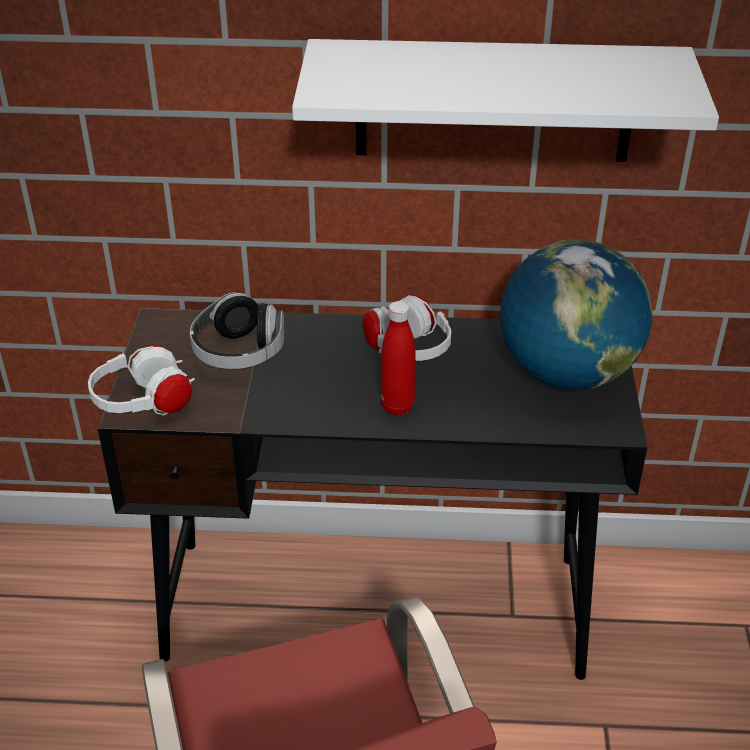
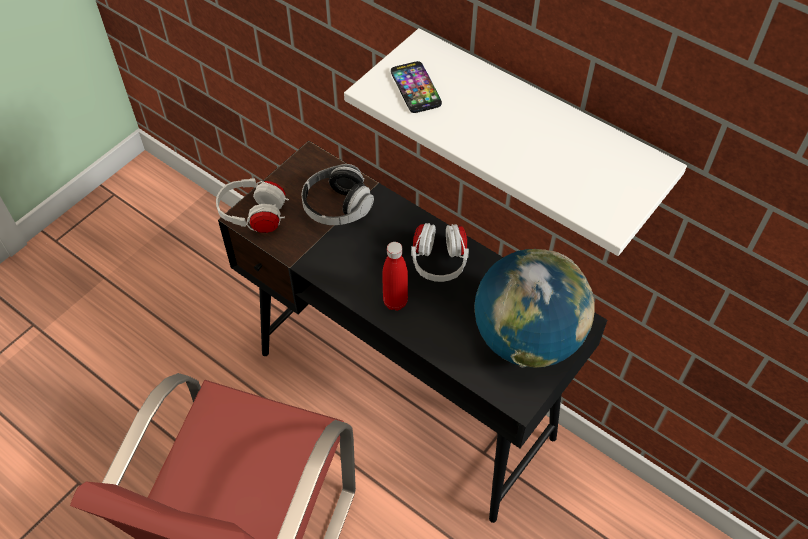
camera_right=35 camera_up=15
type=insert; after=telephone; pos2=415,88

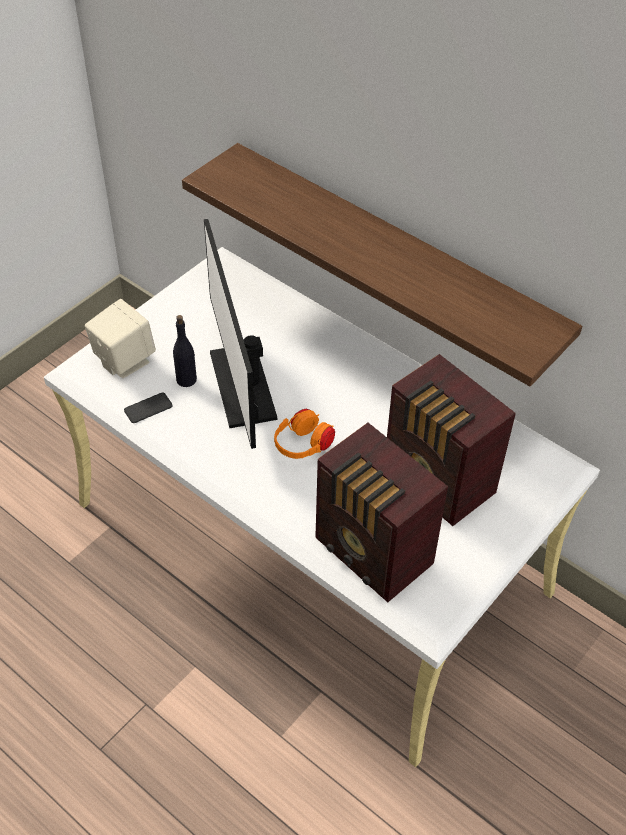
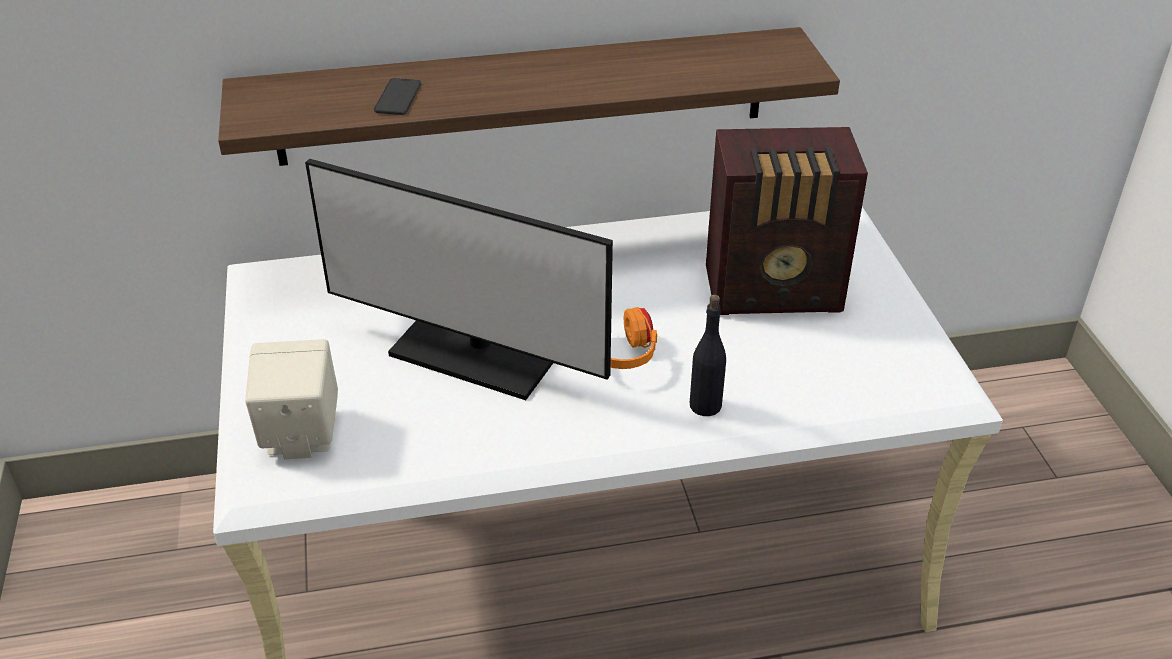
camera_right=-50 camera_up=-10
type=move; before=telephone; pos1=148,408; pos2=398,97
type=move; before=bottle (black); pos1=186,379; pos2=705,405
type=delete; before=radio receiver; pos1=374,554

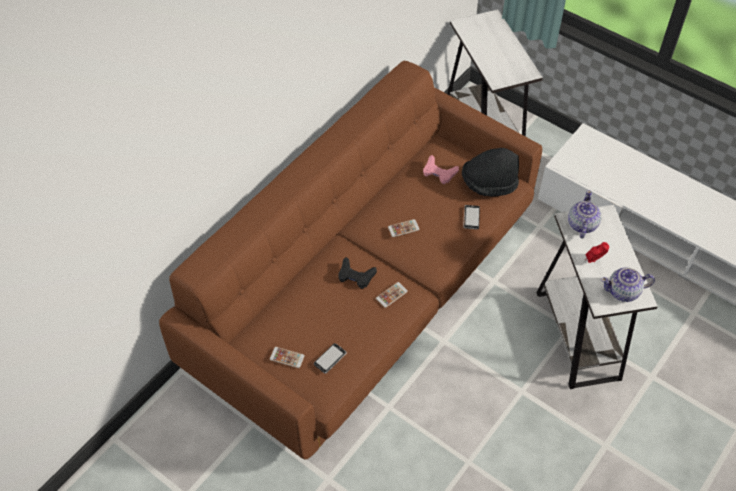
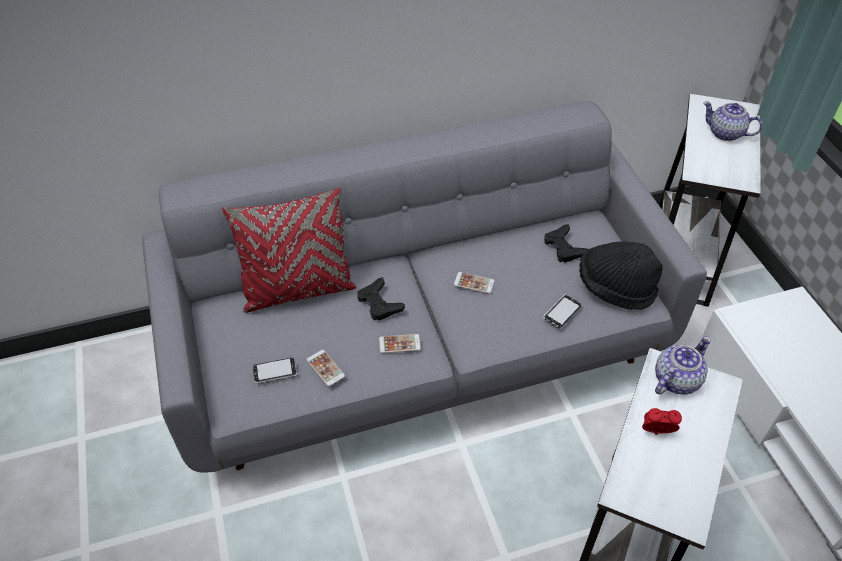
camera_right=35 camera_up=-5
type=recolor; before=sofa (brown); after=sofa (grey); pos1=367,293; pos2=421,347
type=insert; after=cushion (red); pos2=298,290
type=move; before=telephone; pos1=287,357; pos2=325,368
type=recolor; before=joypad (pink-coloured); after=joypad (black); pos1=439,172; pos2=564,247
type=move; before=teapot; pos1=623,292; pos2=726,134

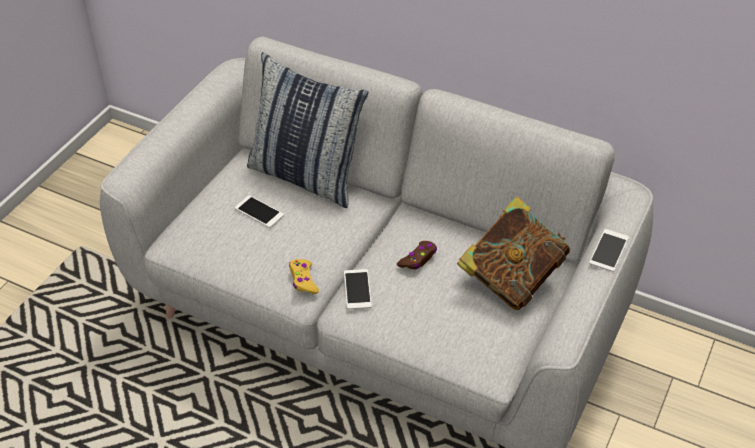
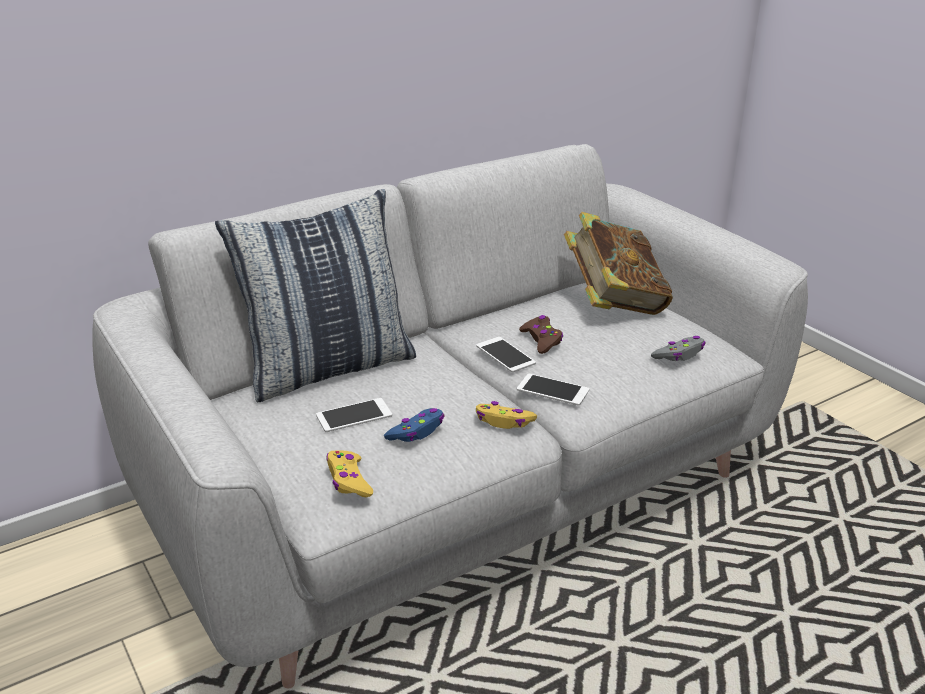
camera_right=-60 camera_up=-15
type=insert; after=joypad (yellowish); pos2=349,480
type=insert; after=joypad (blue); pos2=417,432
type=move; before=telephone; pos1=609,250; pos2=505,355
type=insert; after=joypad (grey); pos2=679,355

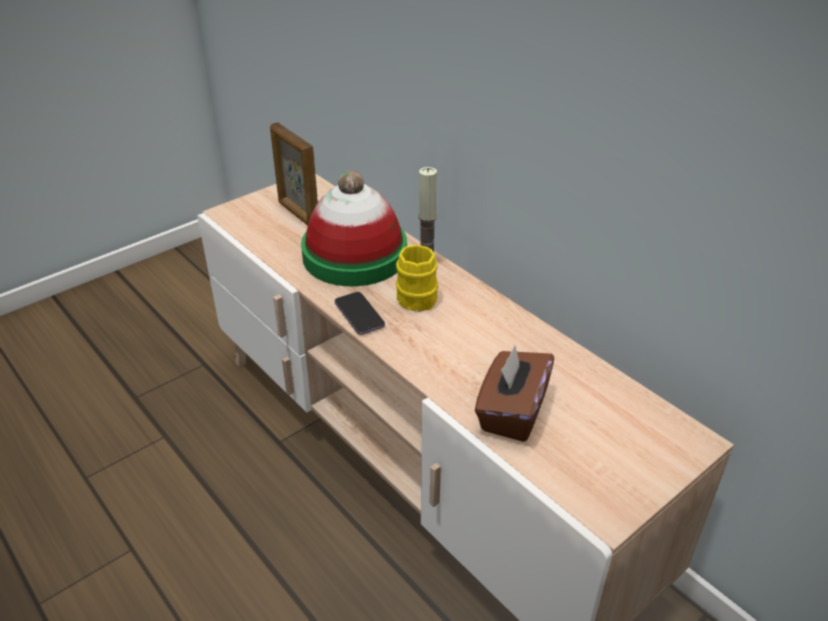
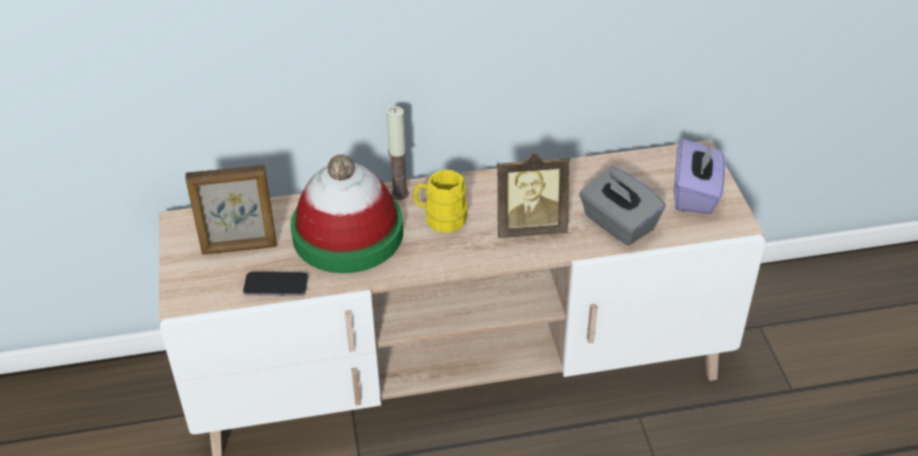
camera_right=-60 camera_up=5
type=move; before=telephone; pos1=359,315; pos2=276,286
type=insert; after=photo frame; pos2=530,227
type=recolor; before=tissue box (brown); after=tissue box (grey); pos1=511,412; pos2=618,224
type=insert; after=tissue box (purplish); pos2=695,194

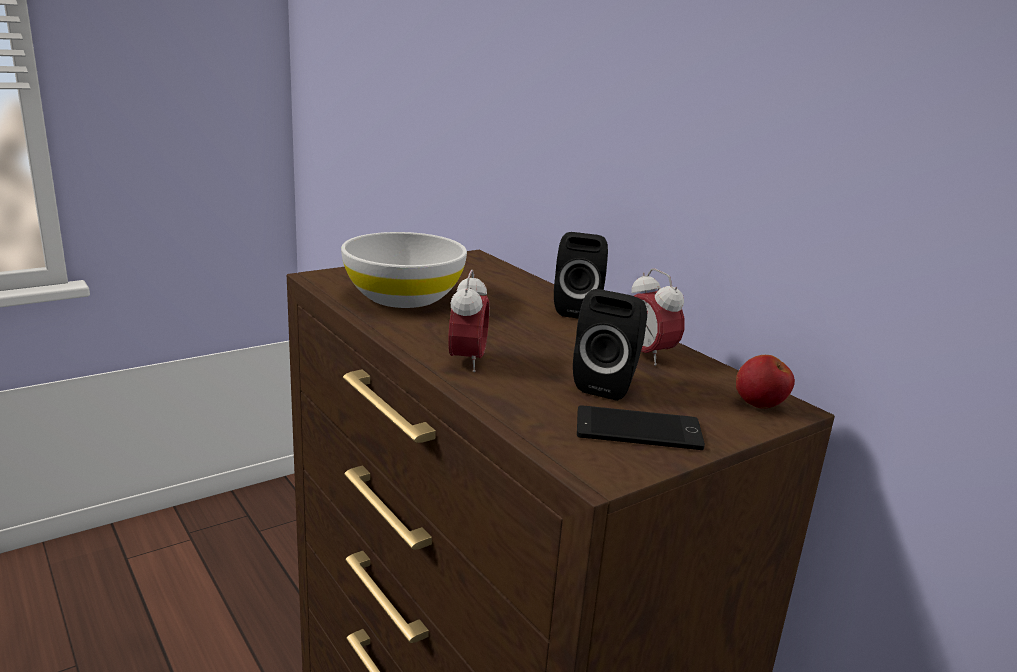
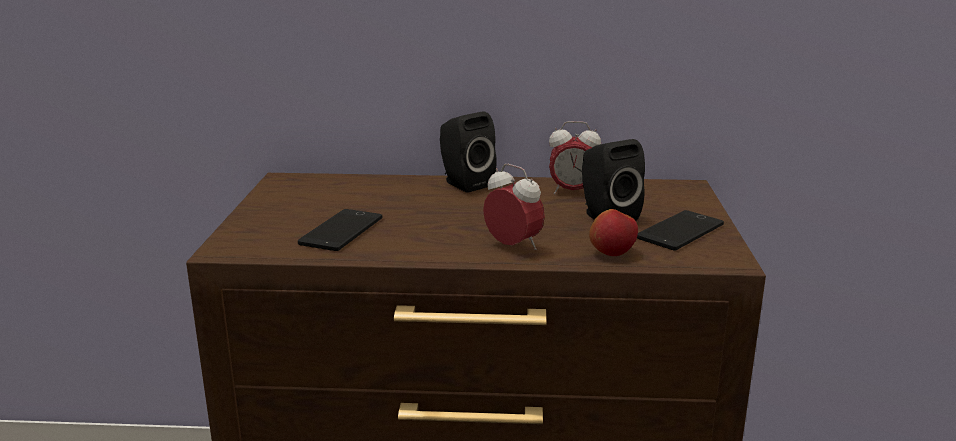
camera_right=-50 camera_up=0
type=replace; before=serving bowl (white); after=telephone; pos1=403,297; pos2=341,231
type=move; before=apple; pos1=759,405; pos2=612,253

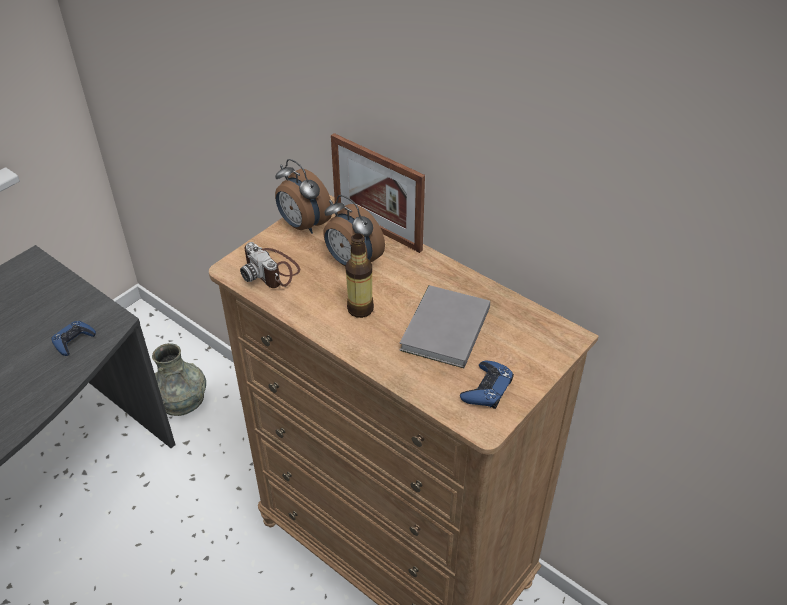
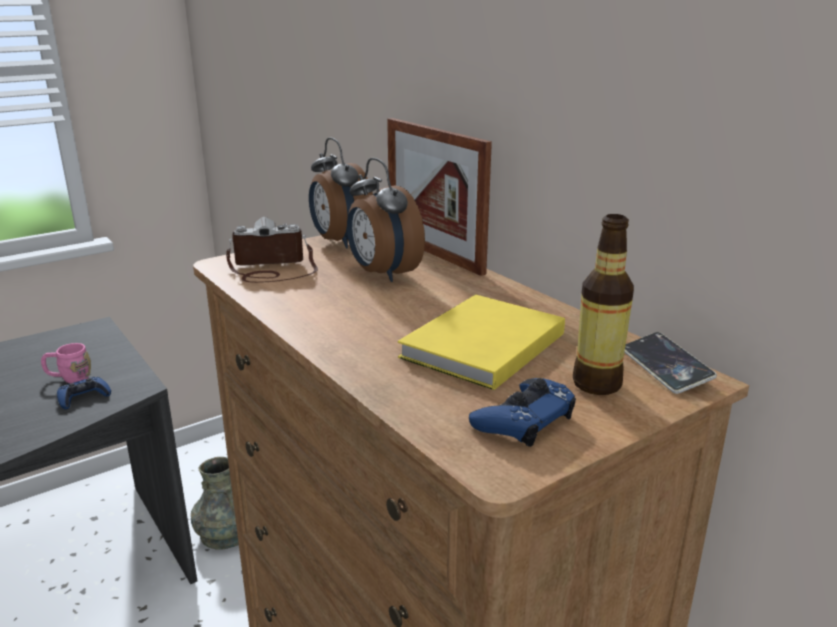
camera_right=15 camera_up=-20
type=insert; after=mug (pink-coloured); pos2=69,378
type=rotate; before=photo camera; pos1=272,270; pos2=272,270; turn=105
type=recolor; before=bound book (grey); after=bound book (yellowish); pos1=443,330; pos2=479,346
type=move; before=bottle; pos1=360,309; pos2=596,384
type=insert; after=telephone; pos2=665,368

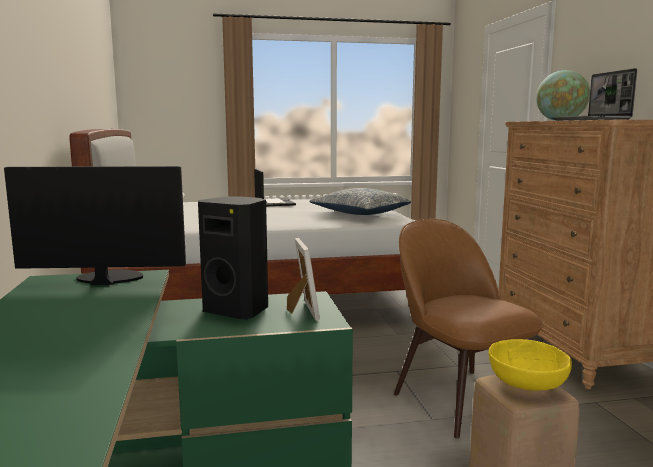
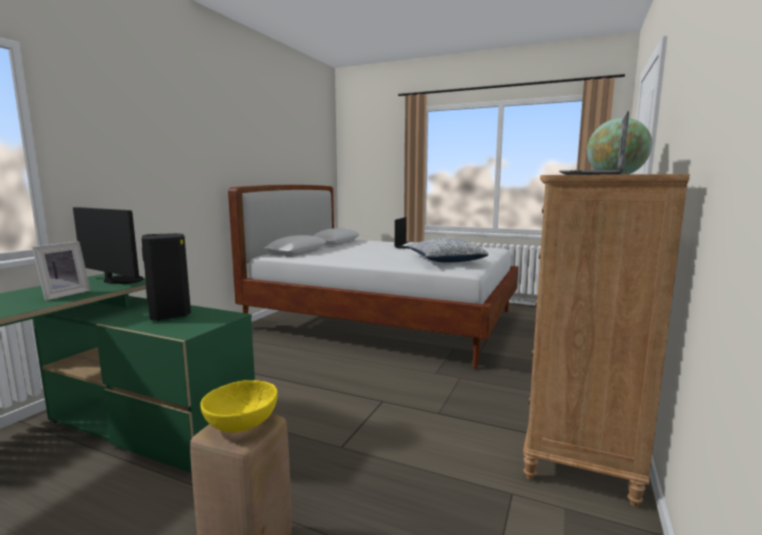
camera_right=35 camera_up=0
type=move; before=photo frame; pos1=301,311; pos2=63,294
type=delete; before=plain chair (brown); pos1=460,398

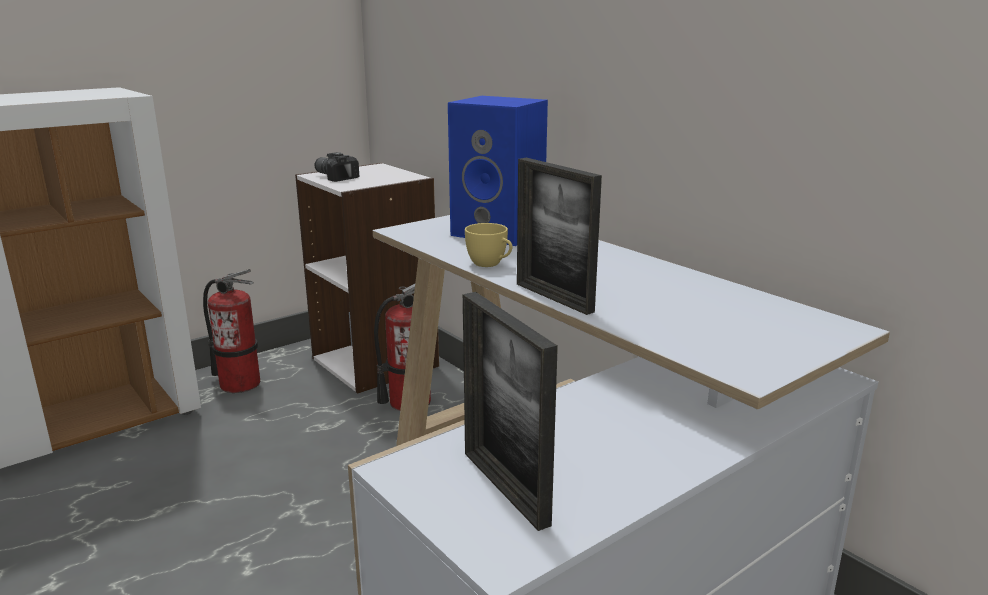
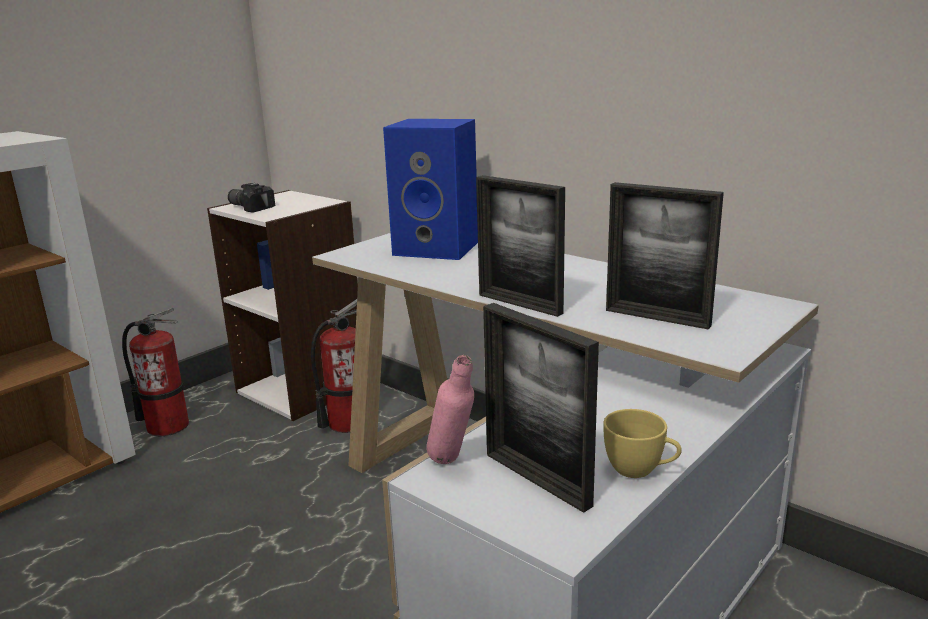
camera_right=-10 camera_up=0
type=insert; after=bottle (pink-coloured); pos2=453,465
type=move; before=cup (yellowish); pos1=490,264; pos2=640,470
type=insert; after=photo frame; pos2=657,318

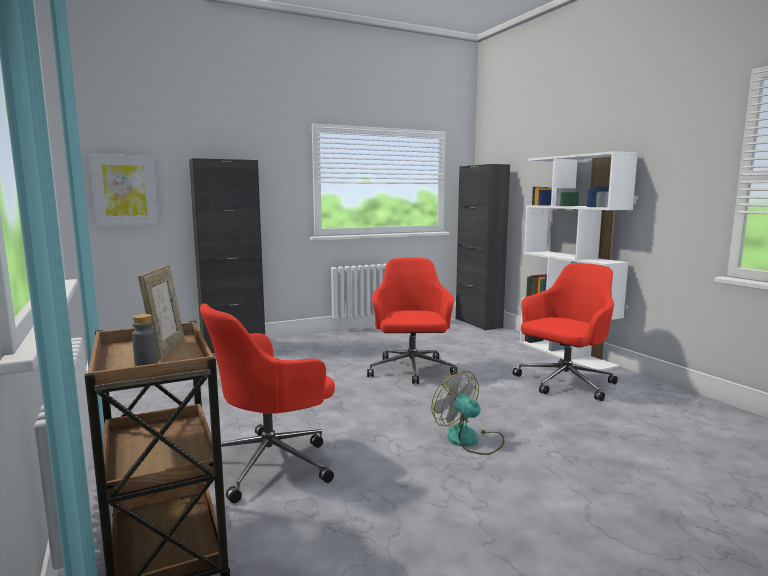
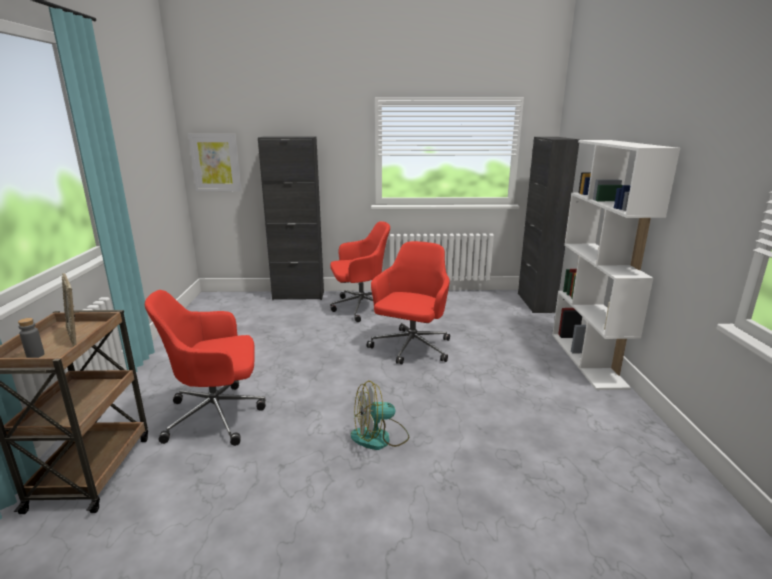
camera_right=25 camera_up=10
type=rotate; before=photo frame; pos1=166,350; pos2=76,337; turn=120
type=move; before=desk chair (red); pos1=564,383; pos2=360,308
type=rotate; before=fan; pos1=470,440; pos2=380,437; turn=-90

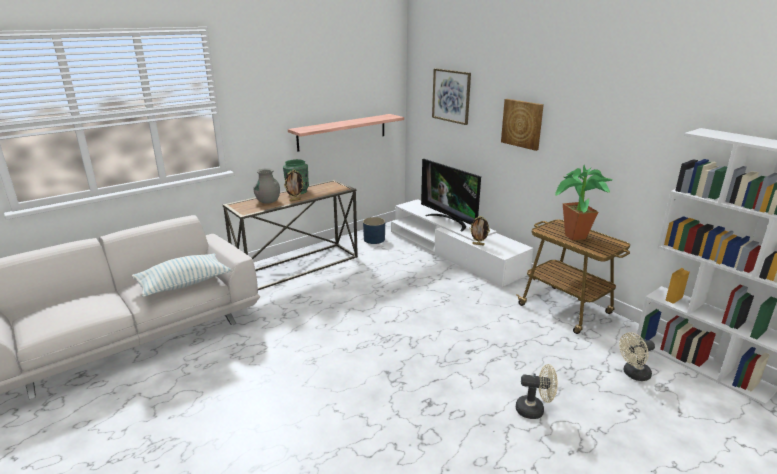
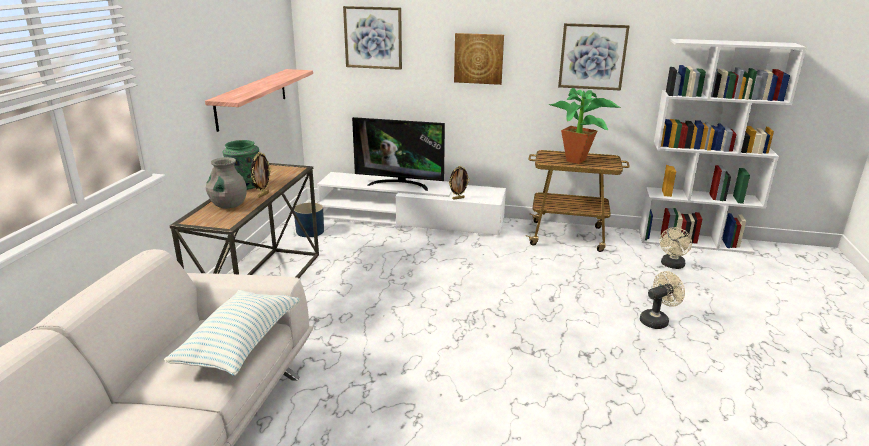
camera_right=-40 camera_up=0
type=insert; after=wall art; pos2=592,56

